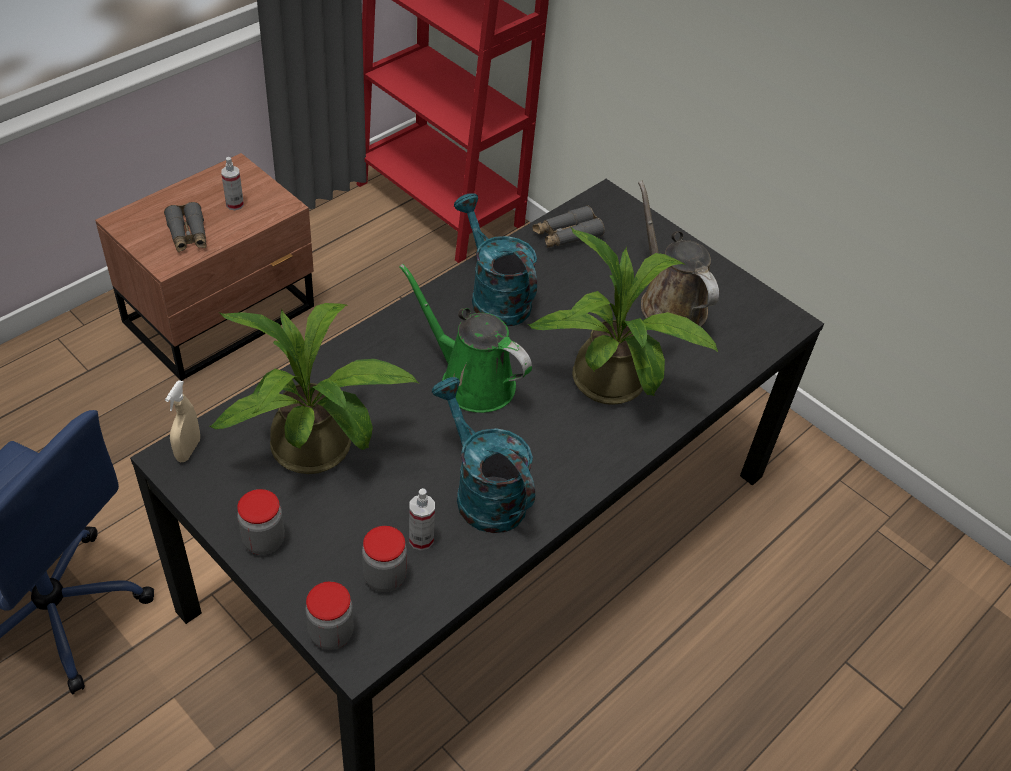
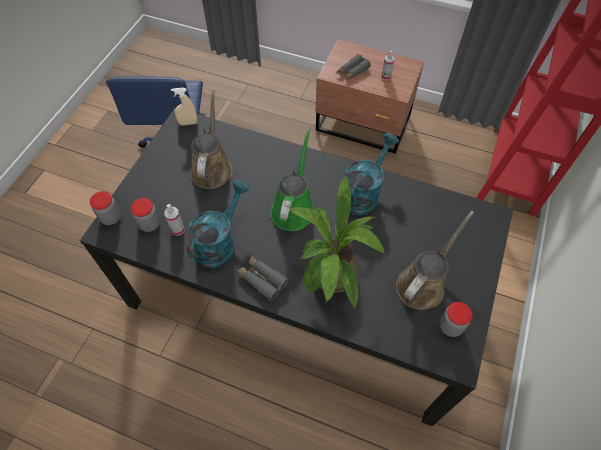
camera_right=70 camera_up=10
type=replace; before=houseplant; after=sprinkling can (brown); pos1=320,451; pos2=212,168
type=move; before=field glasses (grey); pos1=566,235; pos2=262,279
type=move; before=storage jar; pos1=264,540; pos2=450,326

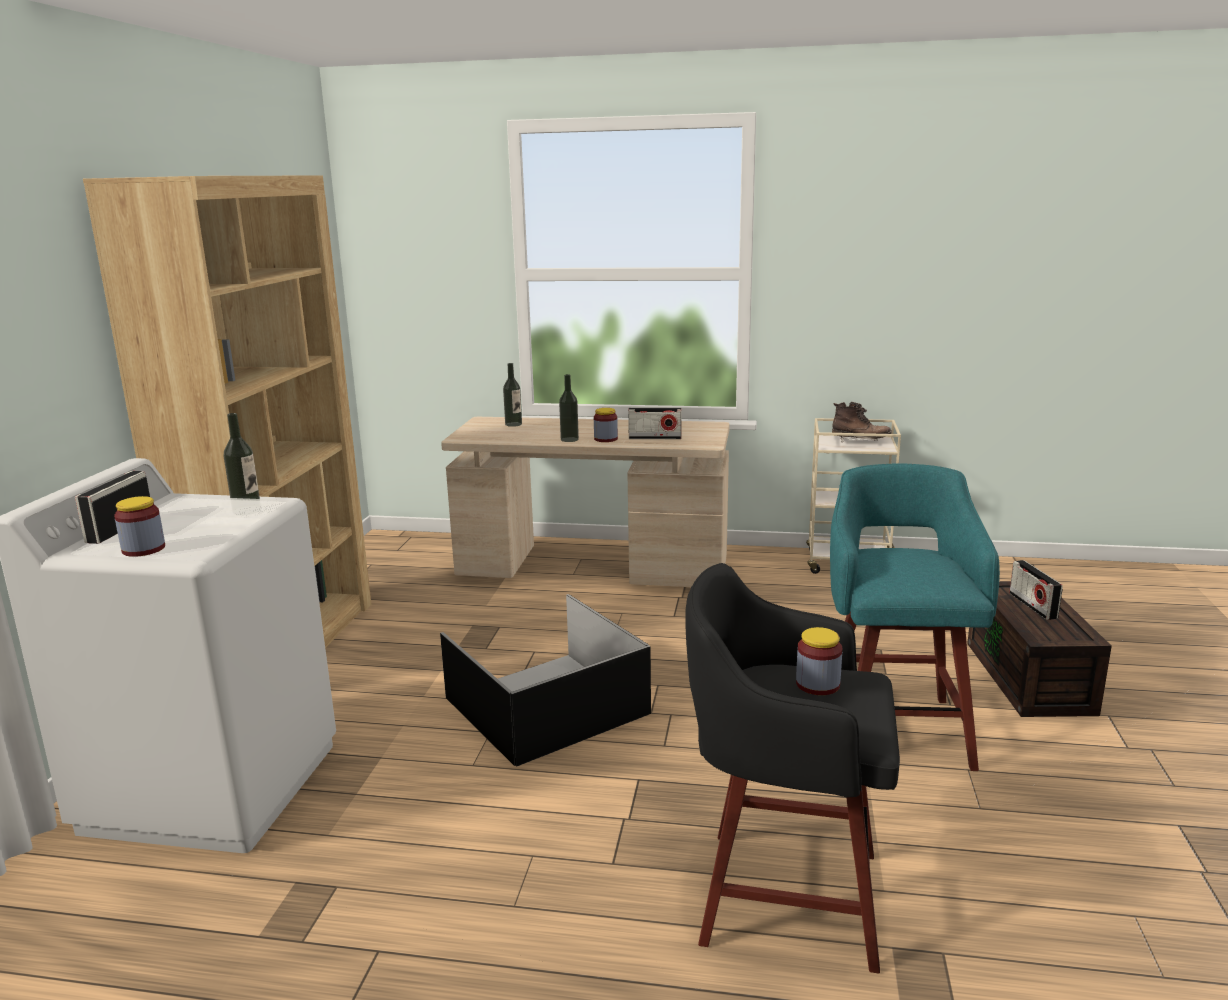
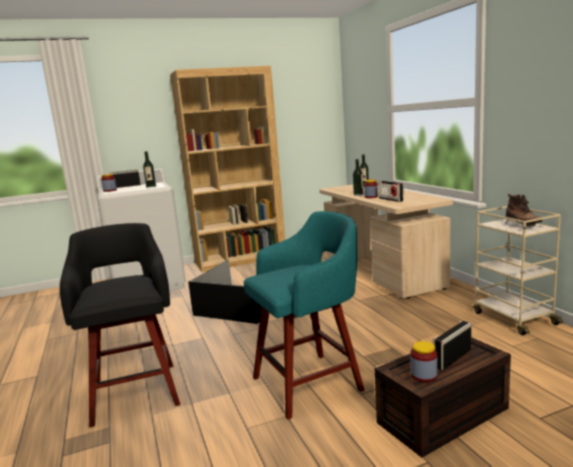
camera_right=60 camera_up=-5
type=move; before=storage jar; pos1=817,684; pos2=424,375

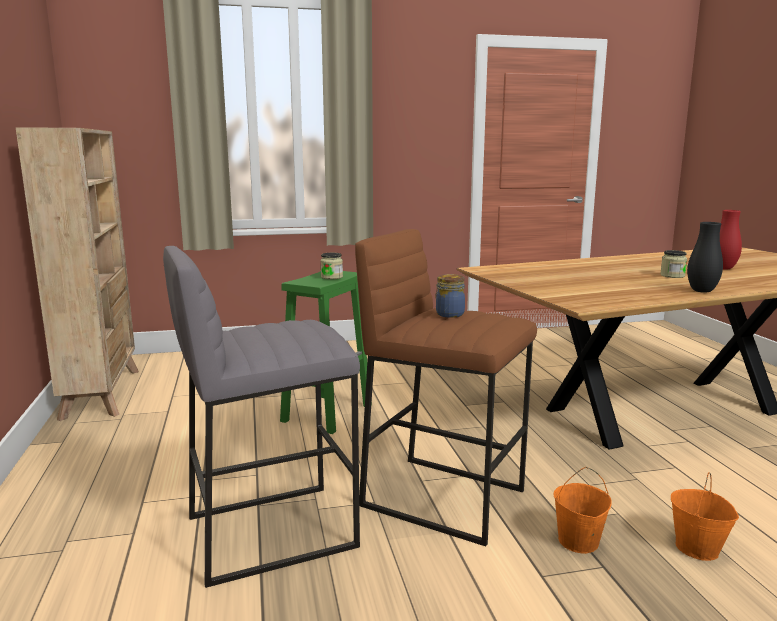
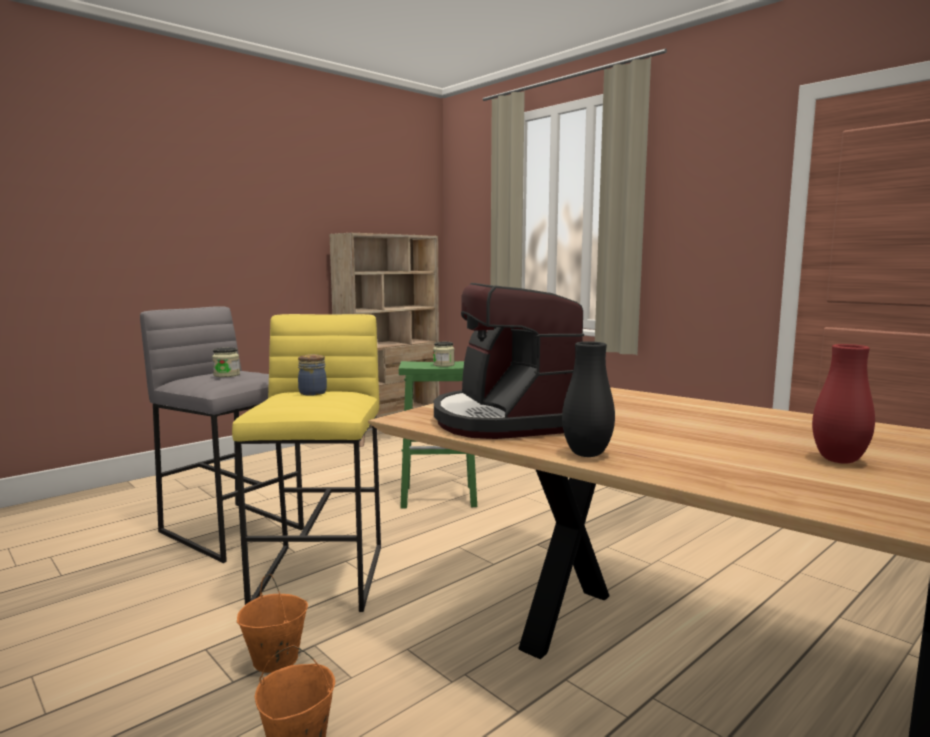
camera_right=60 camera_up=-5
type=move; before=storage jar; pos1=672,276; pos2=226,375
type=recolor; before=stool seat (brown); after=stool seat (yellowish); pos1=444,497; pos2=322,576
type=insert; after=coffee maker; pos2=504,420

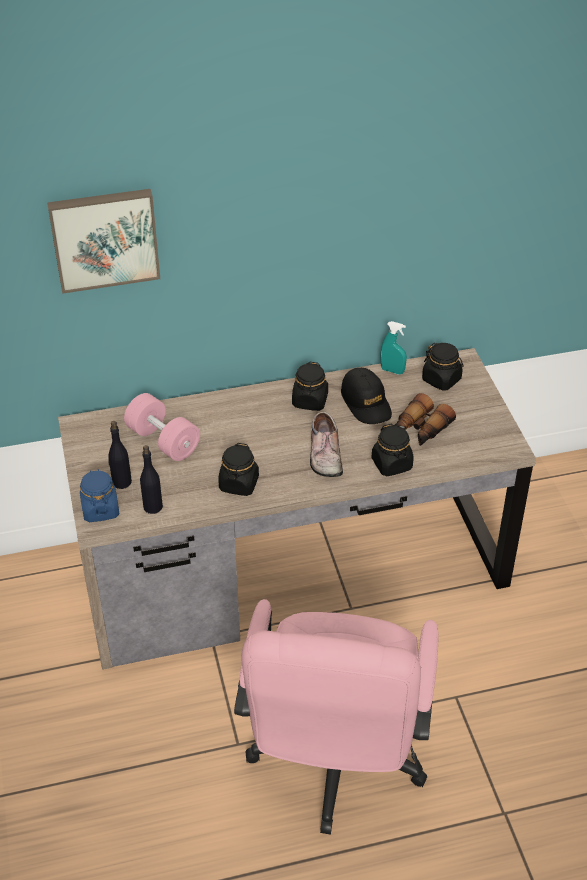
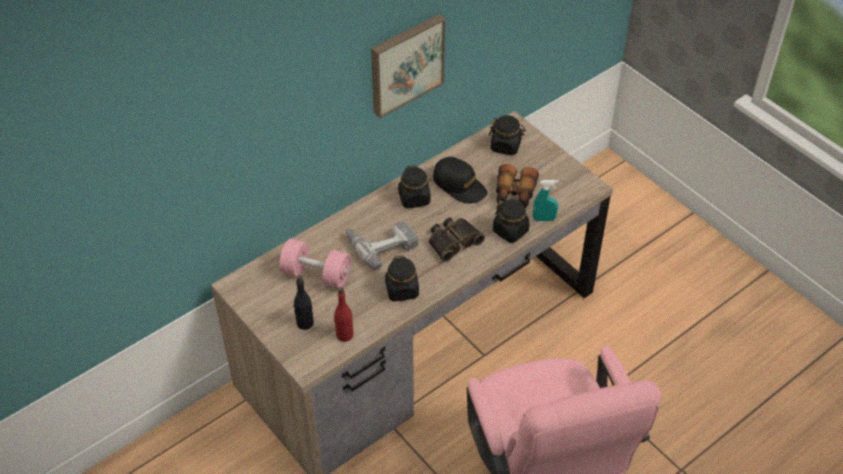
camera_right=-25 camera_up=5
type=recolor; before=bottle (black); after=bottle (red); pos1=152,506; pos2=344,335
type=insert; after=drill; pos2=380,243
type=move; before=wall art; pos1=104,238; pos2=405,64
type=replace; before=item of footwear; after=field glasses; pos1=323,454; pos2=453,241
type=move; before=sprayer (turquoise); pos1=392,370; pos2=544,219
type=delete; before=storage jar (blue); pos1=100,509

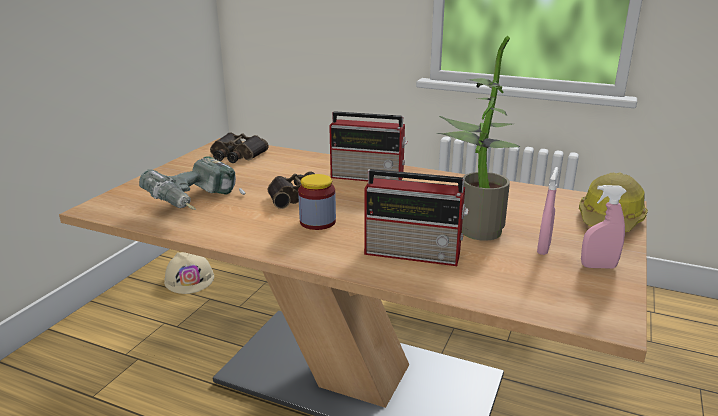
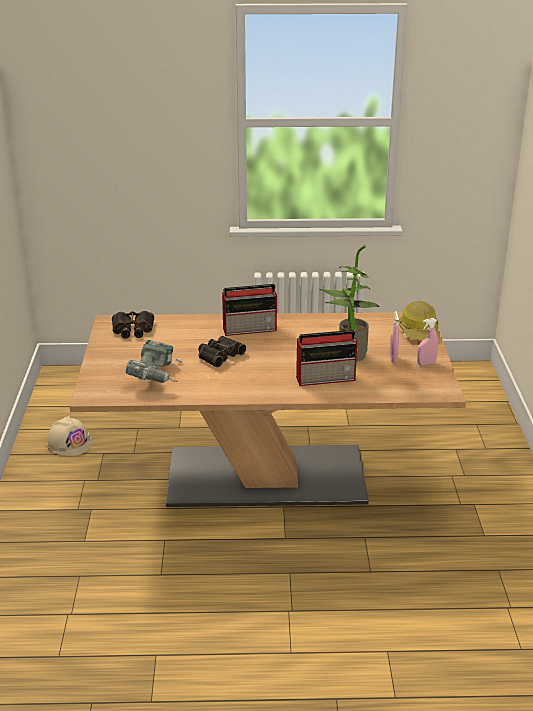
camera_right=-25 camera_up=5
type=delete; before=storage jar; pos1=317,222

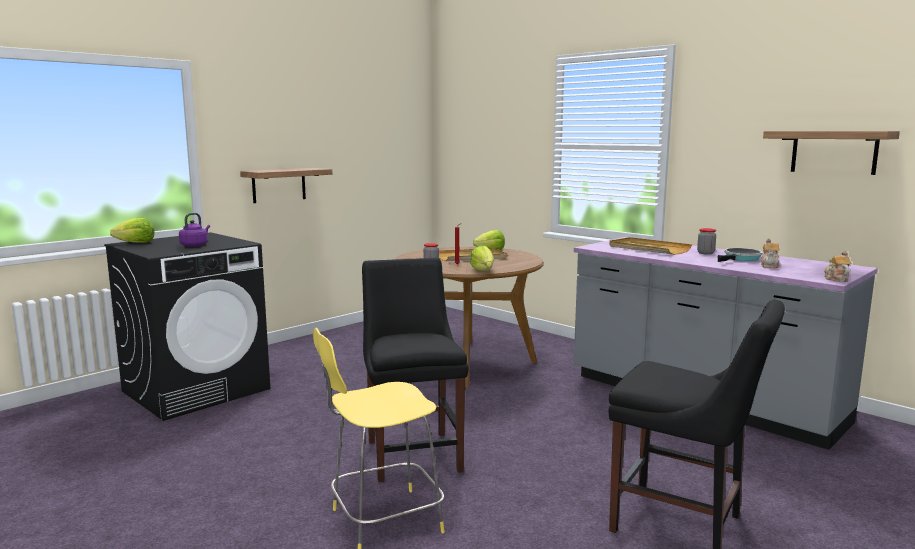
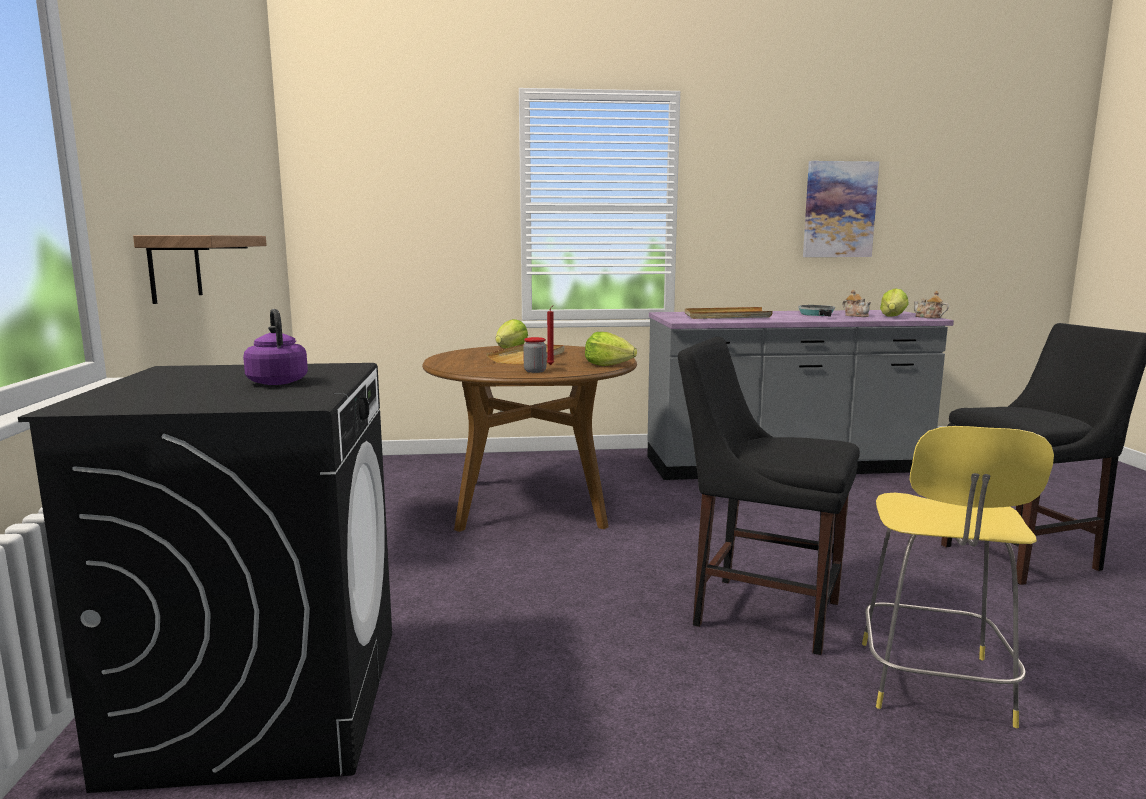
camera_right=-50 camera_up=0
type=replace; before=wall shelf; after=wall art; pos1=834,152; pos2=839,209
type=move; before=lettuce head; pos1=136,243; pos2=892,316
type=delete; before=storage jar; pos1=705,253

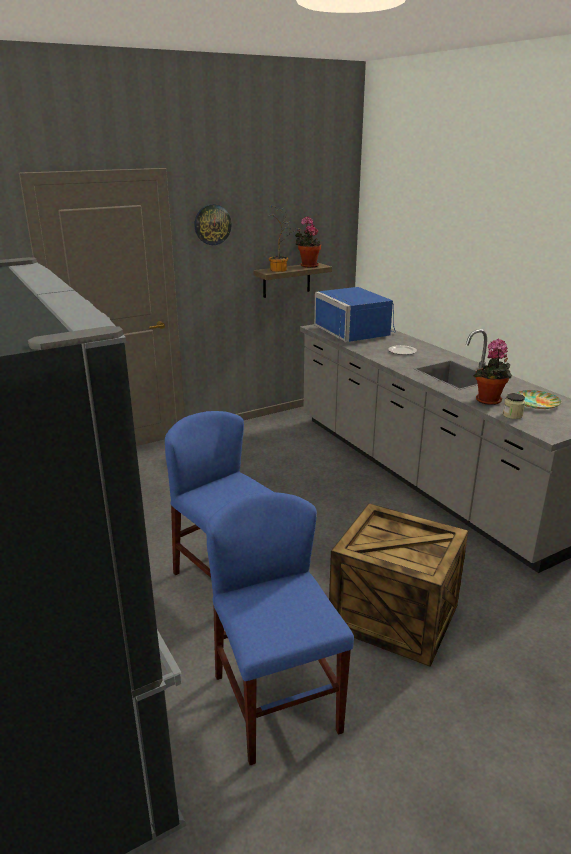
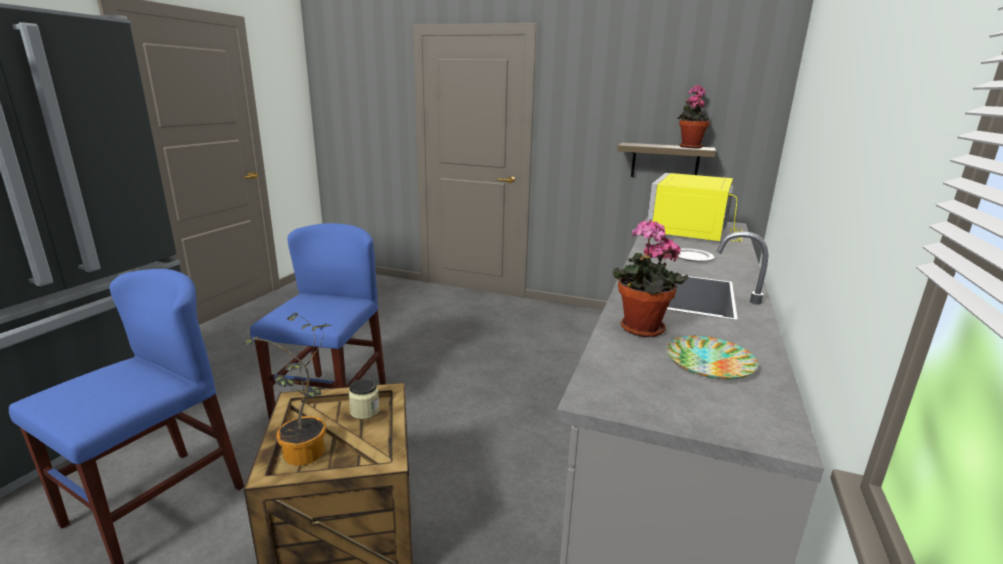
camera_right=50 camera_up=-5
type=move; before=houseplant; pos1=281,270; pos2=305,456
type=move; before=storage jar; pos1=512,415; pos2=365,411
type=recolor; before=microwave oven (blue); after=microwave oven (yellowish); pos1=356,332; pos2=694,231
type=delete; before=hanging clock; pos1=212,224

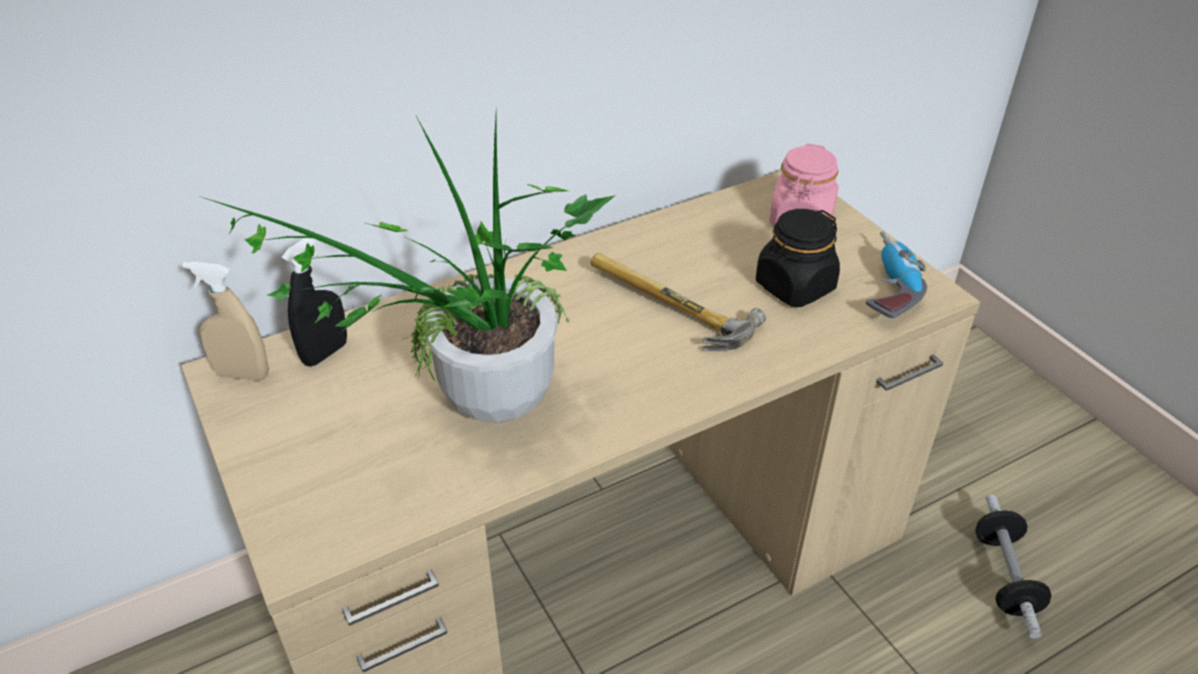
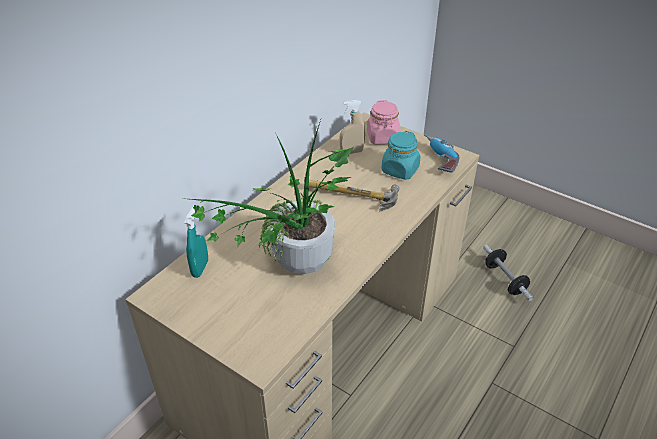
camera_right=-25 camera_up=0
type=recolor; before=sprayer (black); after=sprayer (turquoise); pos1=325,353; pos2=200,268
type=move; before=sprayer (beige); pos1=243,375; pos2=351,152
type=recolor; before=storage jar (black); after=storage jar (turquoise); pos1=794,287; pos2=400,170

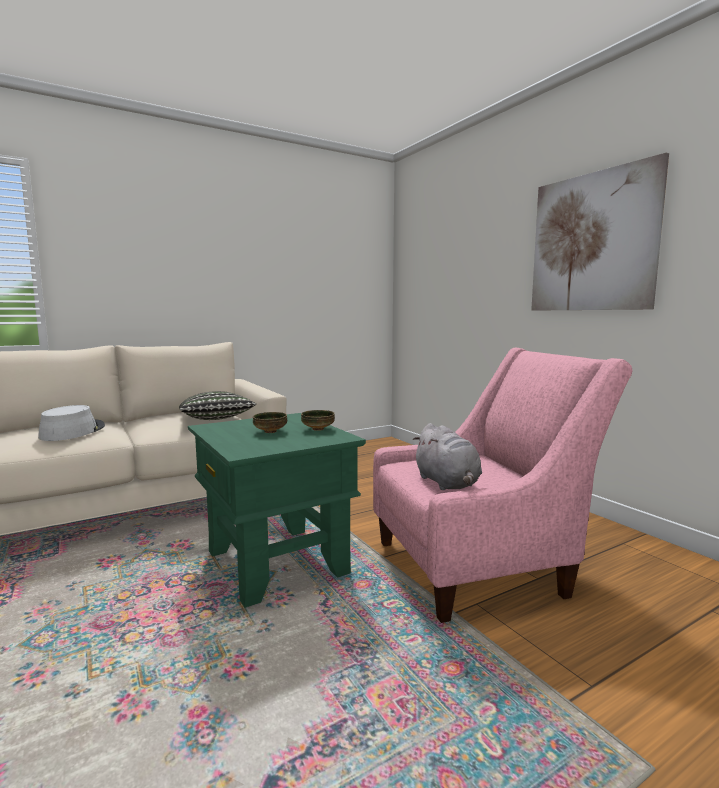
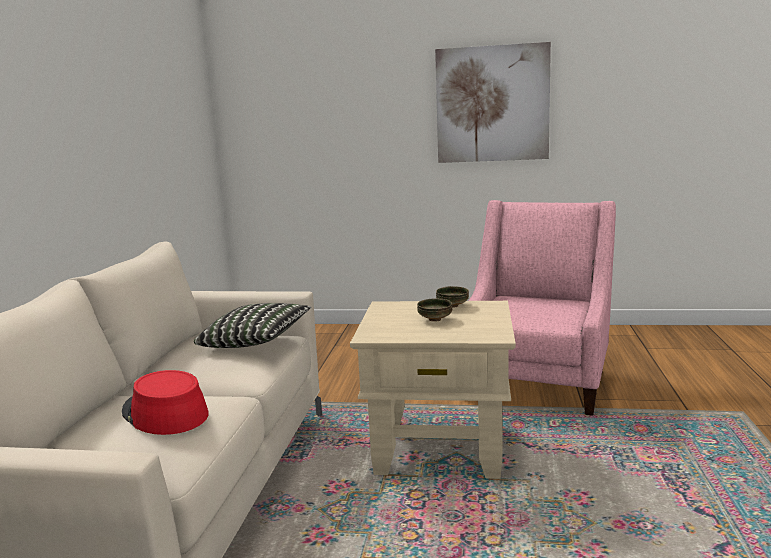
camera_right=-50 camera_up=5
type=recolor; before=hat (grey); after=hat (red); pos1=72,431; pos2=164,413
type=recolor; before=side table (green); after=side table (beige); pos1=275,563; pos2=439,449
type=delete; before=soft toy (grey); pos1=447,483

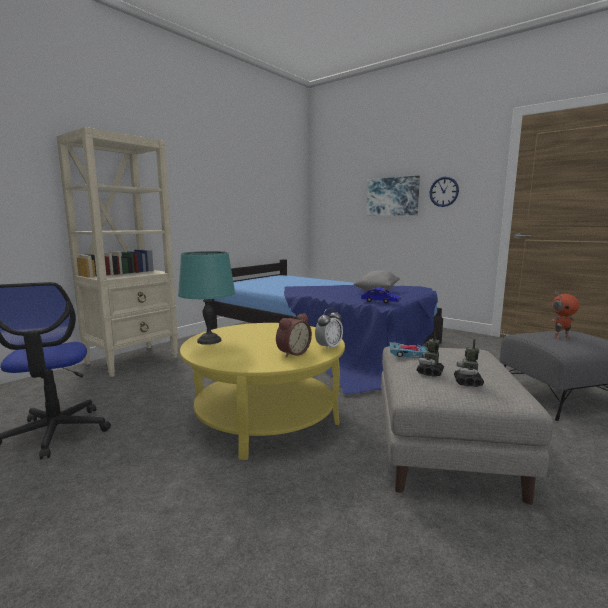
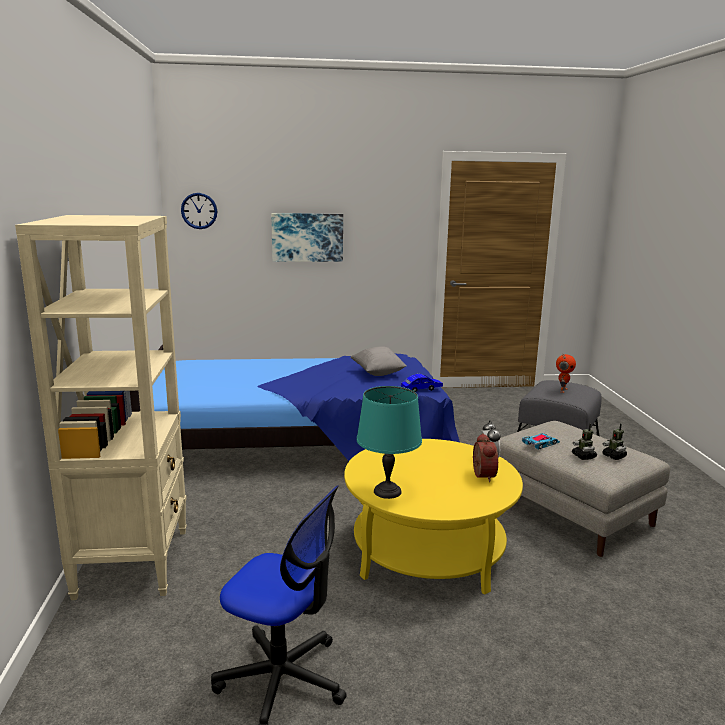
camera_right=-45 camera_up=5
type=move; before=hanging clock; pos1=444,191; pos2=199,211

